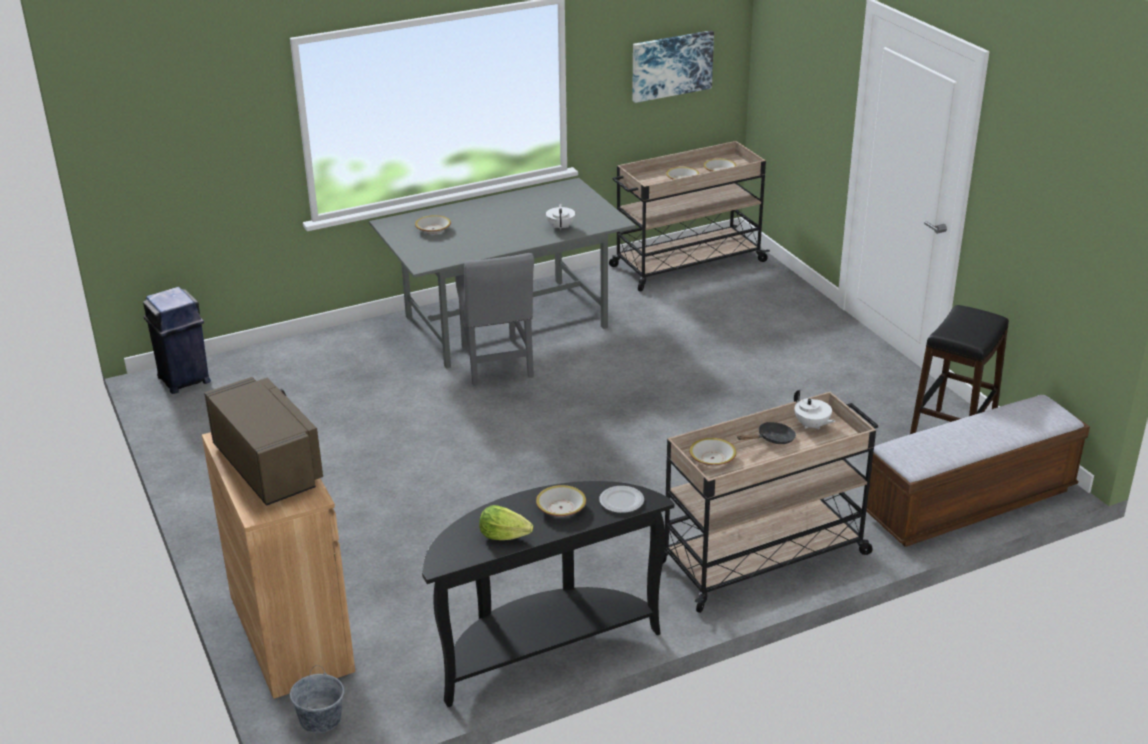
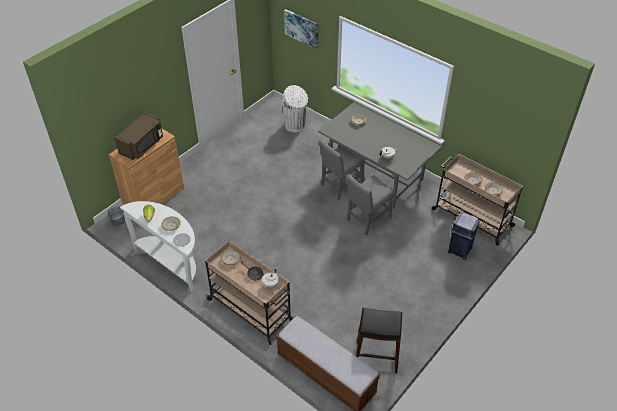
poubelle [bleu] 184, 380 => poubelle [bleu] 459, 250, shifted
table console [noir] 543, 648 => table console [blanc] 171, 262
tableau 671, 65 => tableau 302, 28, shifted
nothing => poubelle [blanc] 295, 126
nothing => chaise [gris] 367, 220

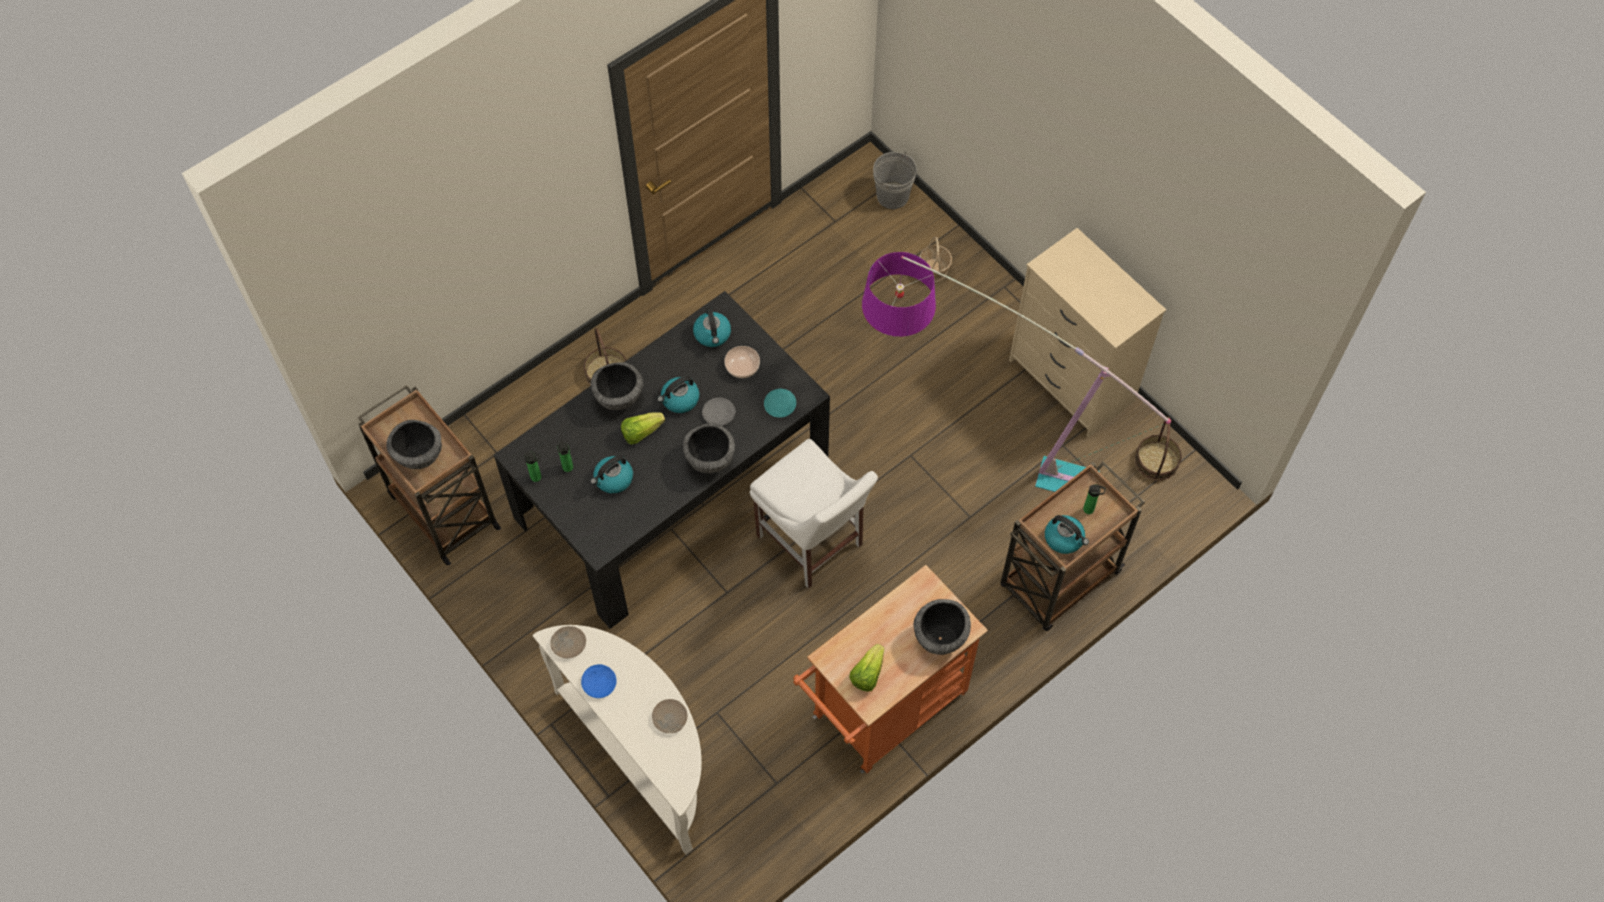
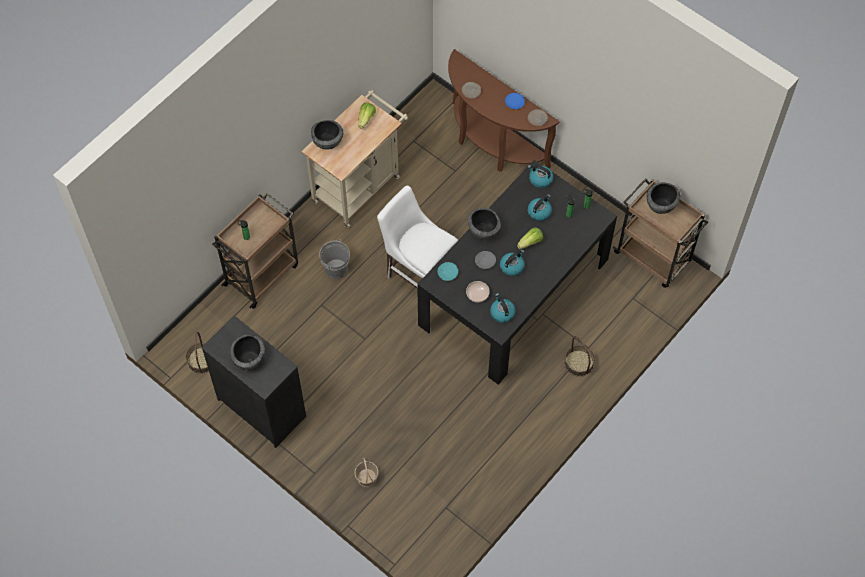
table console [blanc] 643, 753 => table console [marron] 491, 144
bol 619, 398 => bol 249, 360, shifted
chariot [orange] 882, 712 => chariot [beige] 359, 185
lampadaire 967, 451 => nothing
seau [gris] 892, 196 => seau [gris] 336, 269, shifted
commode [beige] 1070, 381 => commode [noir] 262, 407
bouilloire 1064, 538 => bouilloire 540, 179, shifted

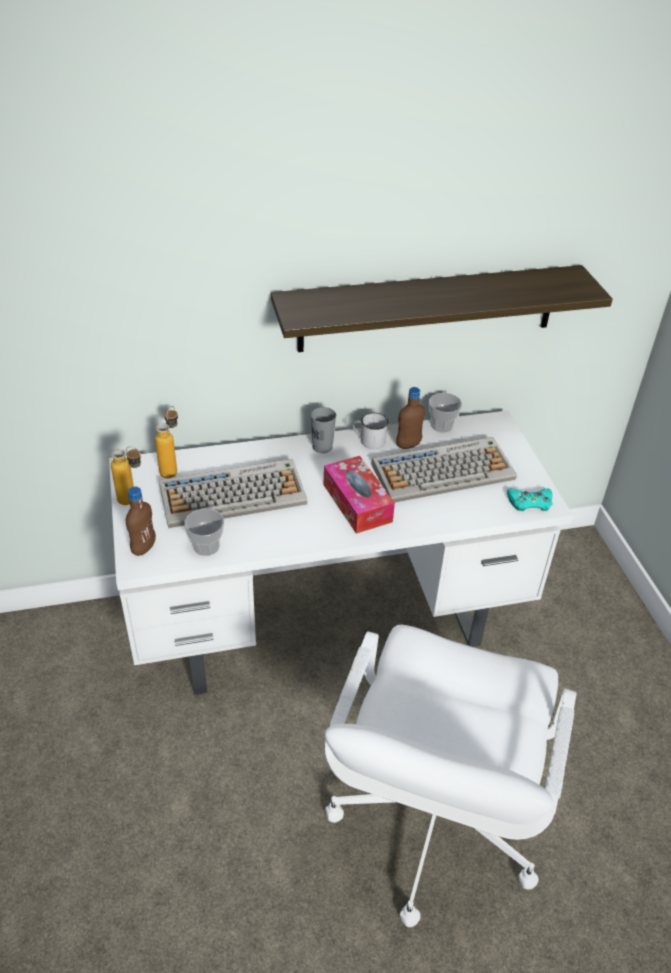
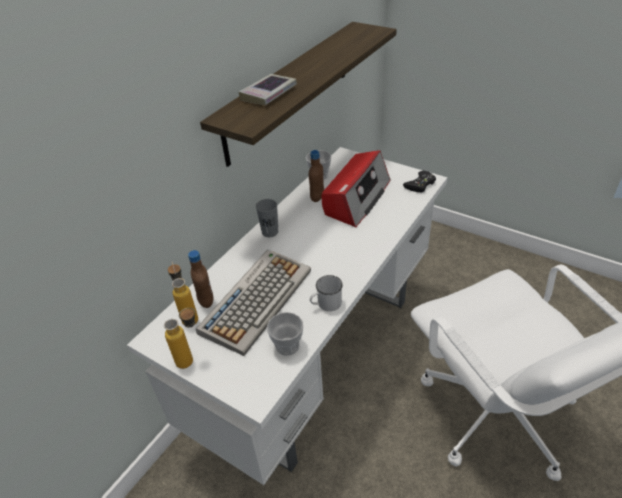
bouteille [marron] 143, 548 => bouteille [marron] 206, 301, shifted
boîte à mouchoirs 357, 503 => nothing
mug [blanc] 368, 440 => mug [blanc] 326, 304, shifted
clavier 444, 471 => radio 356, 198
manette [turquoise] 530, 502 => manette [noir] 420, 184
nothing => livre 268, 94

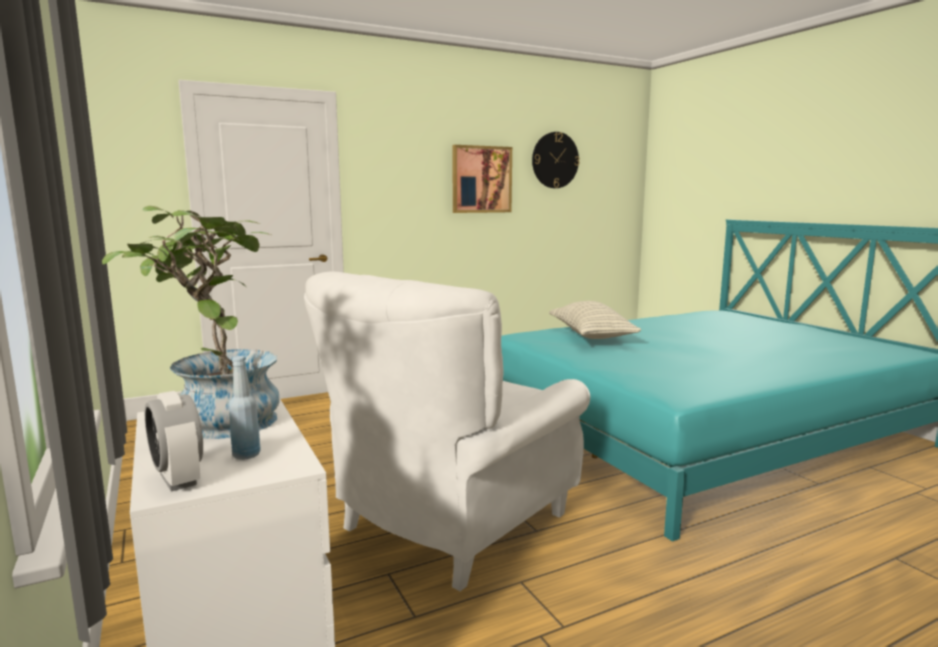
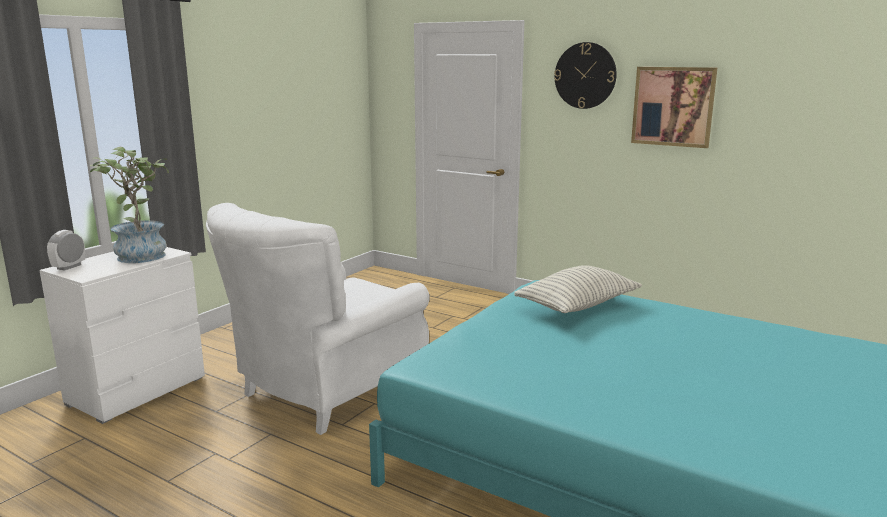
bouteille [bleu] 246, 455 => nothing
fauteuil [blanc] 448, 525 => fauteuil [blanc] 324, 392, 60 degrees counterclockwise
horloge murale 555, 160 => horloge murale 585, 75, shifted

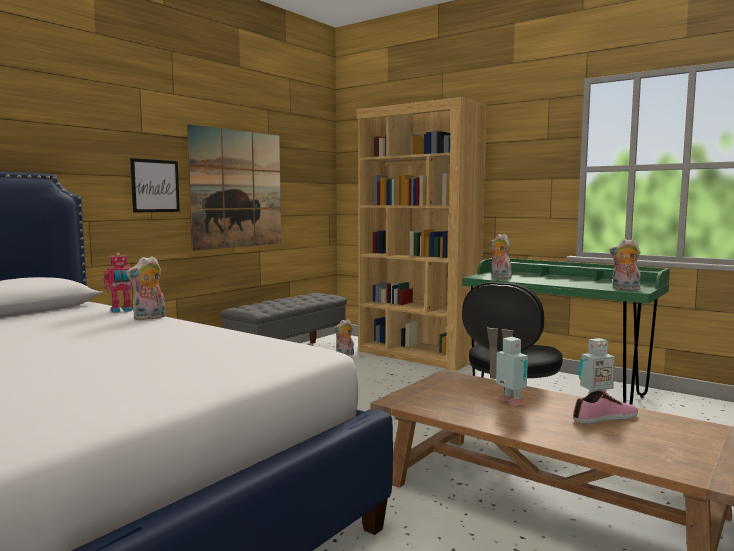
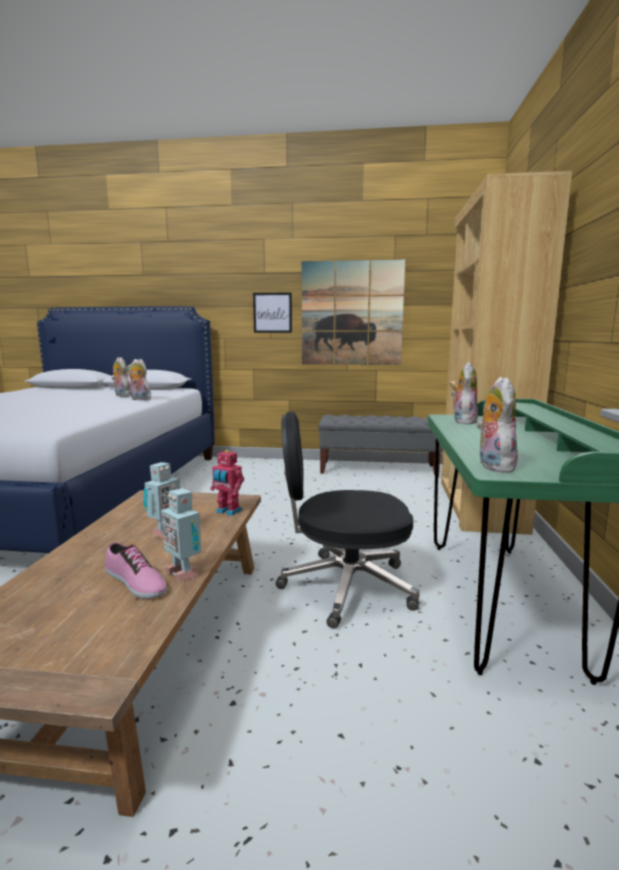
robot jouet 121, 311 => robot jouet 228, 511, shifted
peluche 344, 354 => peluche 121, 396, shifted

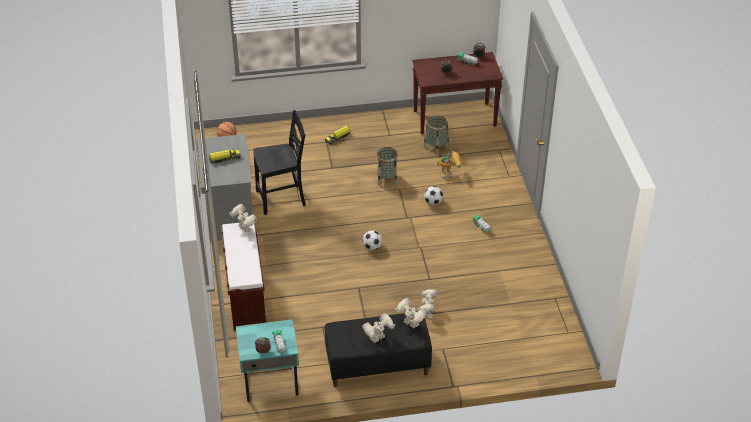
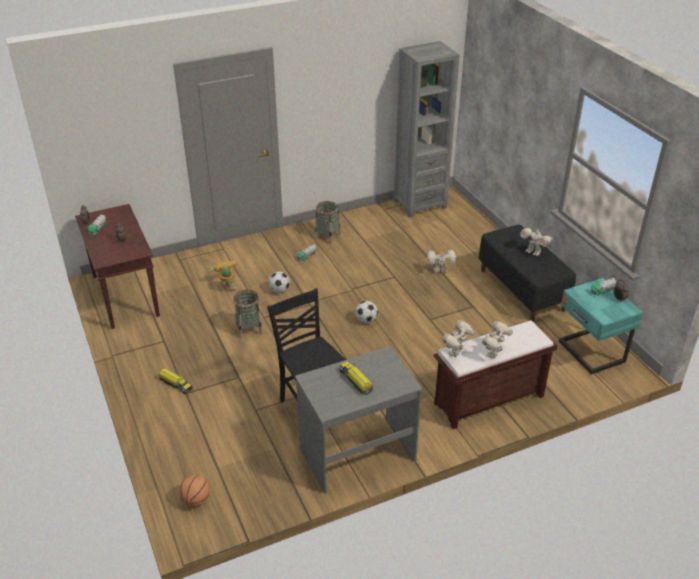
robot jouet 410, 324 => robot jouet 494, 353, shifted
panier 436, 147 => panier 327, 236, shifted
nothing => bibliothèque [gris] 419, 204

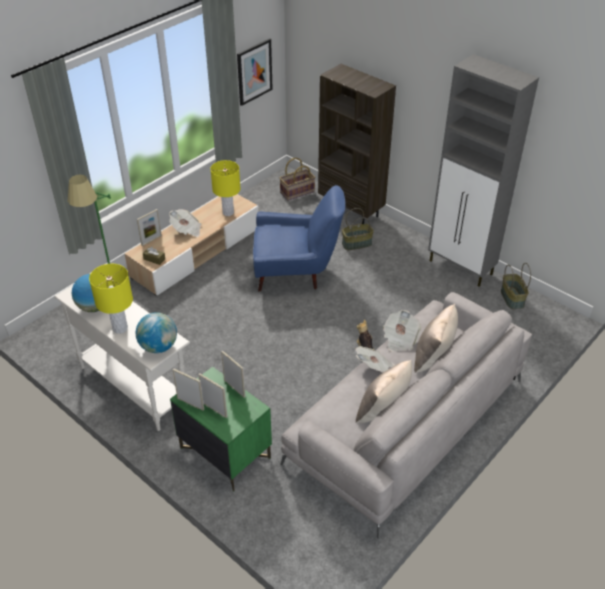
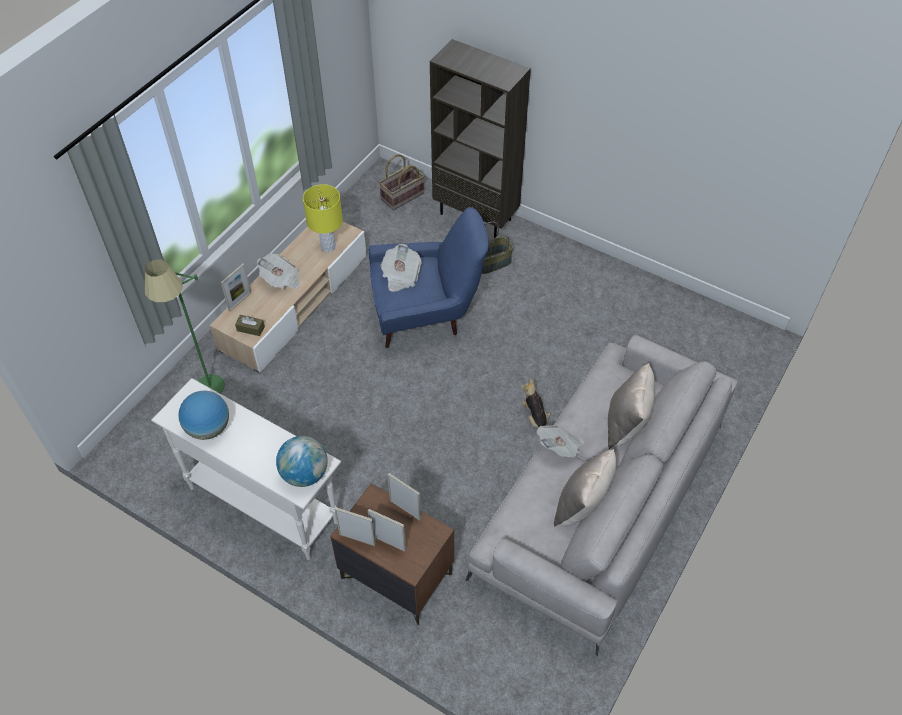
lampe de table [jaune] 120, 328 => nothing
table de chevet [vert] 224, 452 => table de chevet [marron] 396, 576
tableau 254, 71 => nothing
journal 399, 339 => journal 400, 276, shifted
meuble de rangement [gris] 461, 268 => nothing
panier 512, 298 => nothing

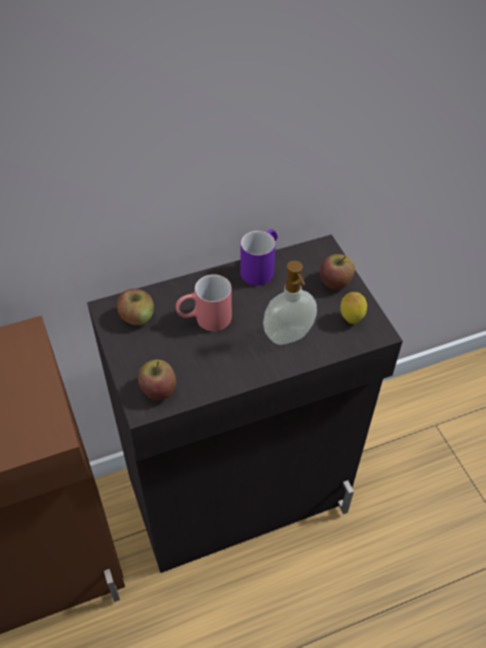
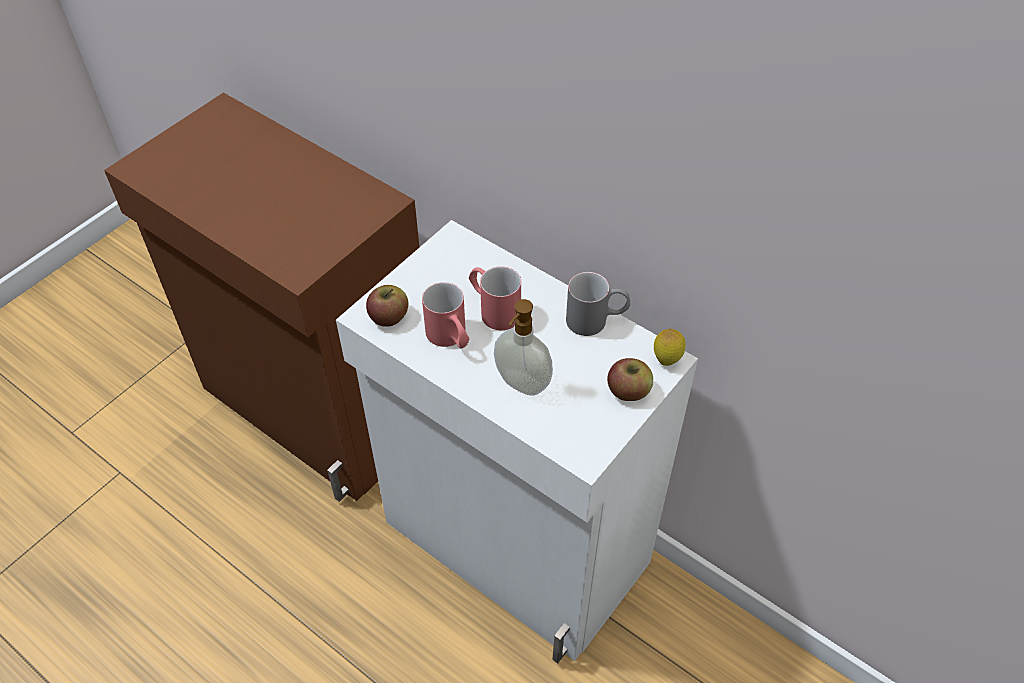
meuble de rangement [noir] 240, 492 => meuble de rangement [blanc] 515, 546
pomme 137, 317 => nothing
mug [violet] 261, 267 => mug [gris] 596, 320
citron 351, 319 => citron 666, 360, shifted
nothing => mug [rouge] 450, 339

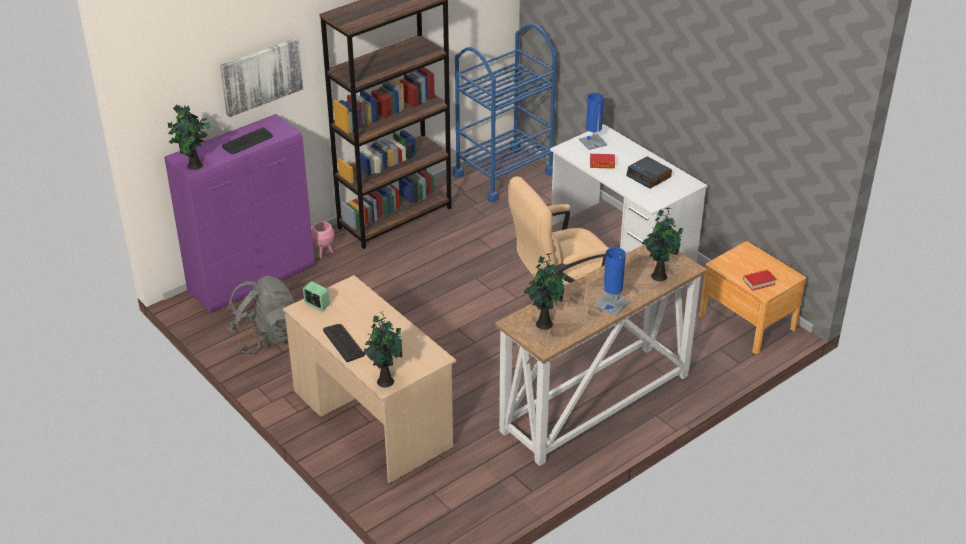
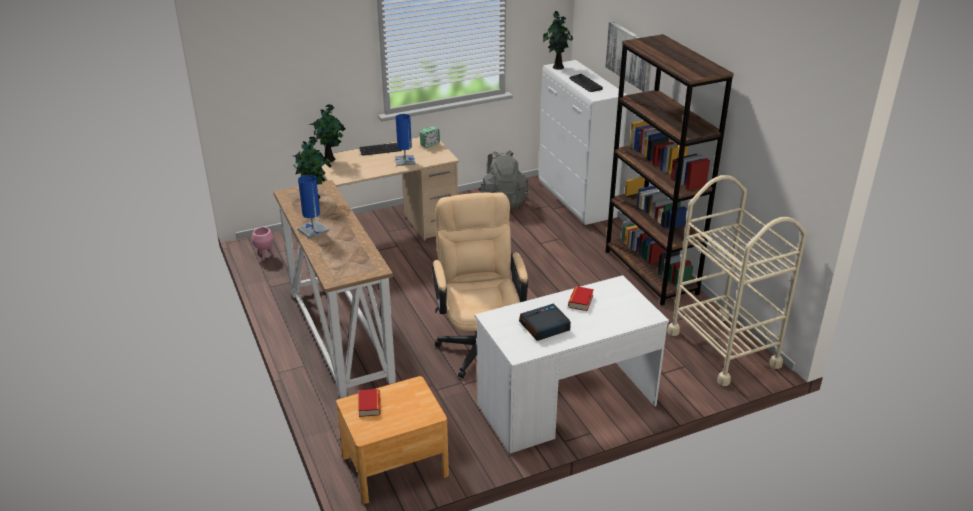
meuble de rangement [violet] 253, 280 => meuble de rangement [blanc] 577, 201
cache-pot [rose] 324, 253 => cache-pot [rose] 265, 256, shifted
chariot [bleu] 504, 174 => chariot [beige] 723, 348
lampe de table [bleu] 593, 142 => lampe de table [bleu] 405, 161, shifted
plante en pot 658, 275 => nothing

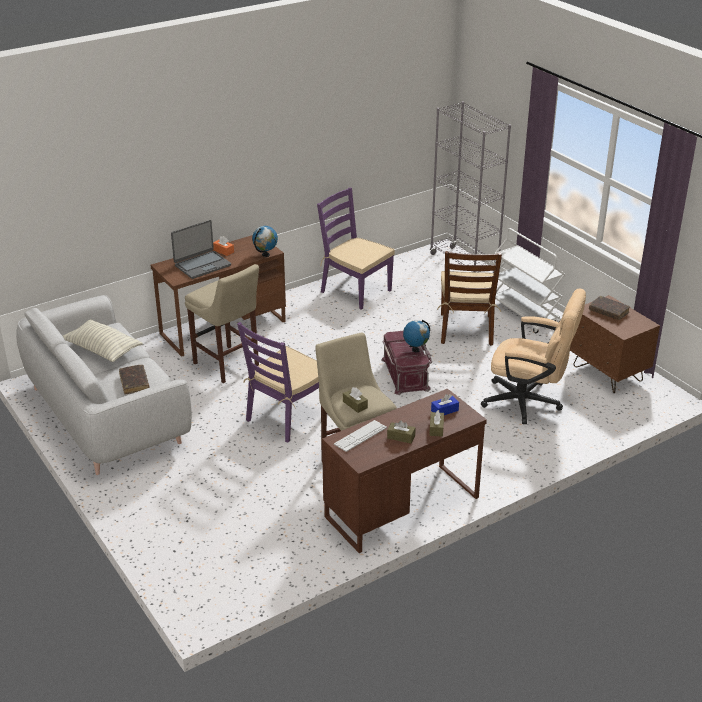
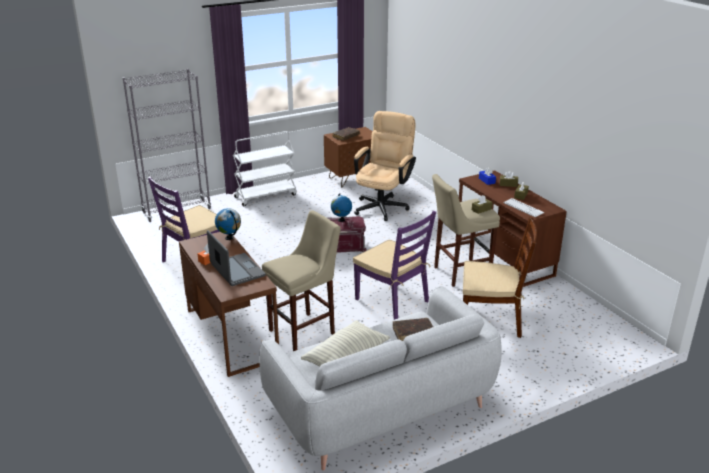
chaise [marron] 466, 329 => chaise [marron] 491, 320, shifted

